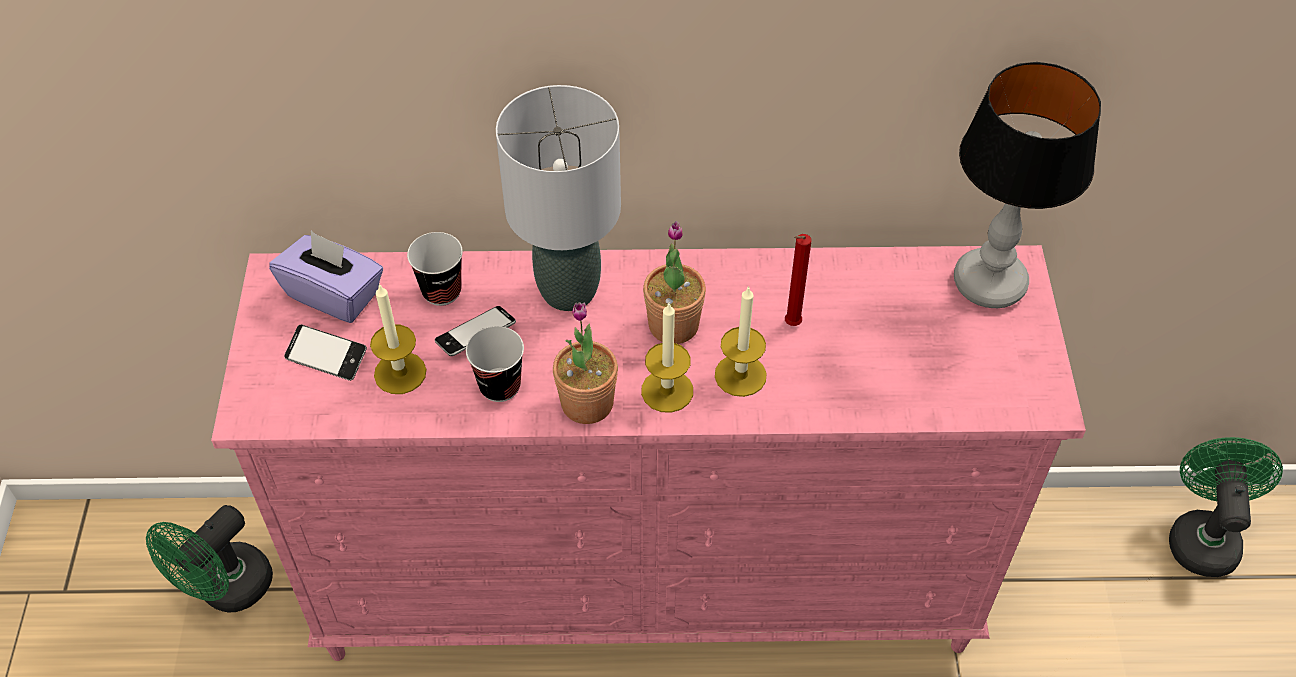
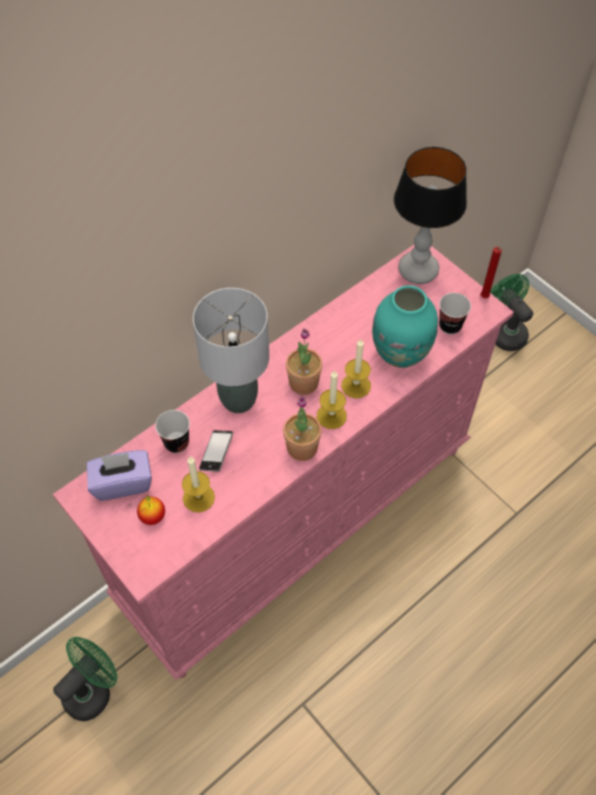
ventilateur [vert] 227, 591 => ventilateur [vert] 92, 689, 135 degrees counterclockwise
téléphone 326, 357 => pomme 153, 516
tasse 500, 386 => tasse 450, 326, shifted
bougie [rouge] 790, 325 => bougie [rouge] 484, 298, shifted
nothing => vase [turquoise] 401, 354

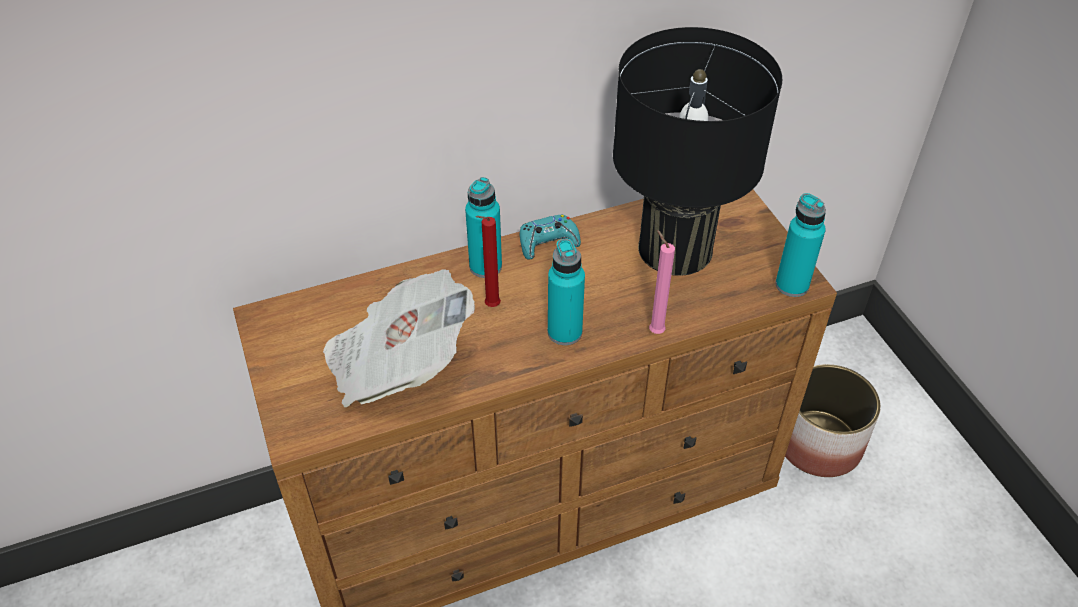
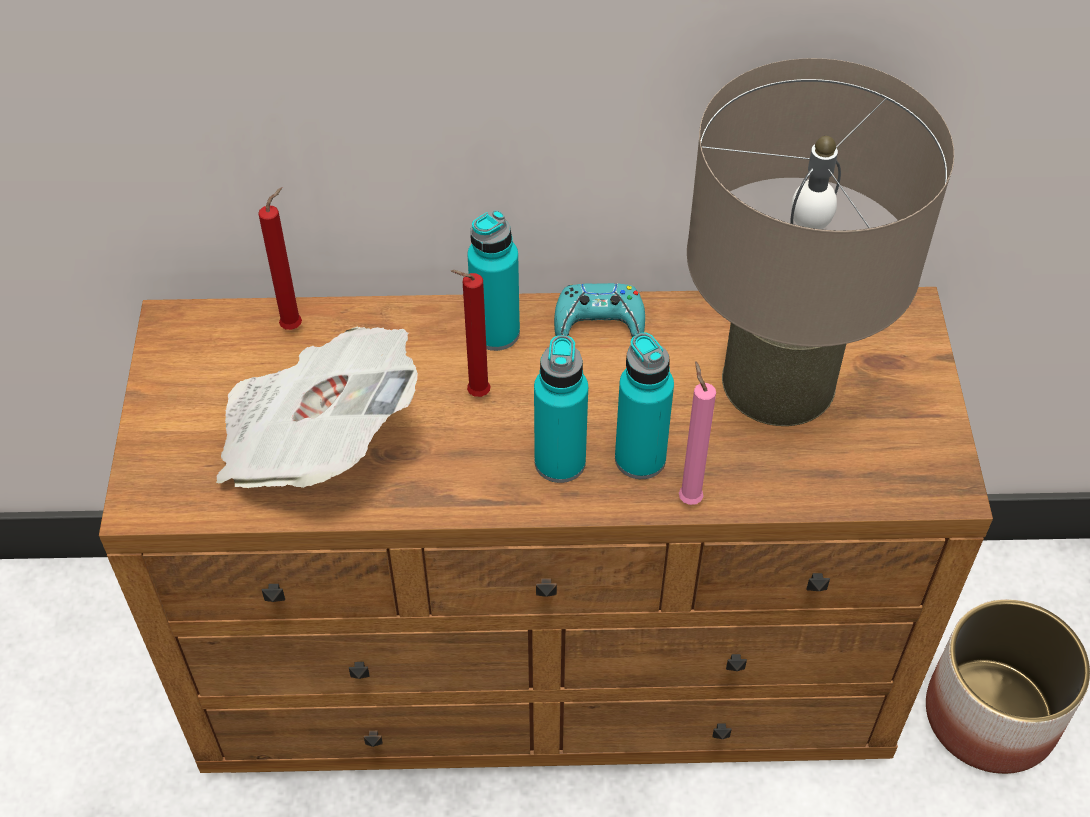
lampe de table [noir] 675, 249 => lampe de table [beige] 779, 381
bouteille [turquoise] 792, 285 => bouteille [turquoise] 640, 459, shifted
nothing => bougie [rouge] 295, 325

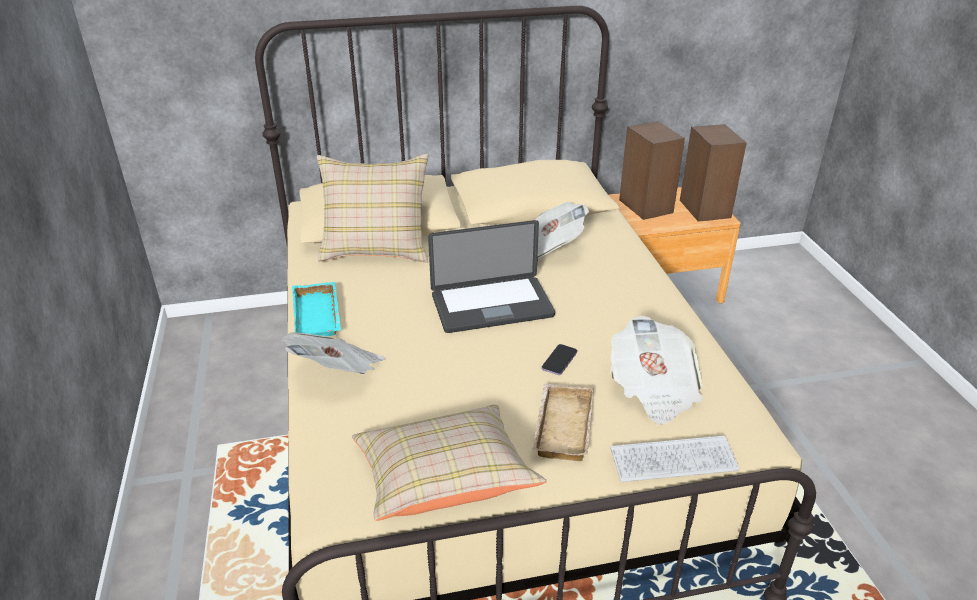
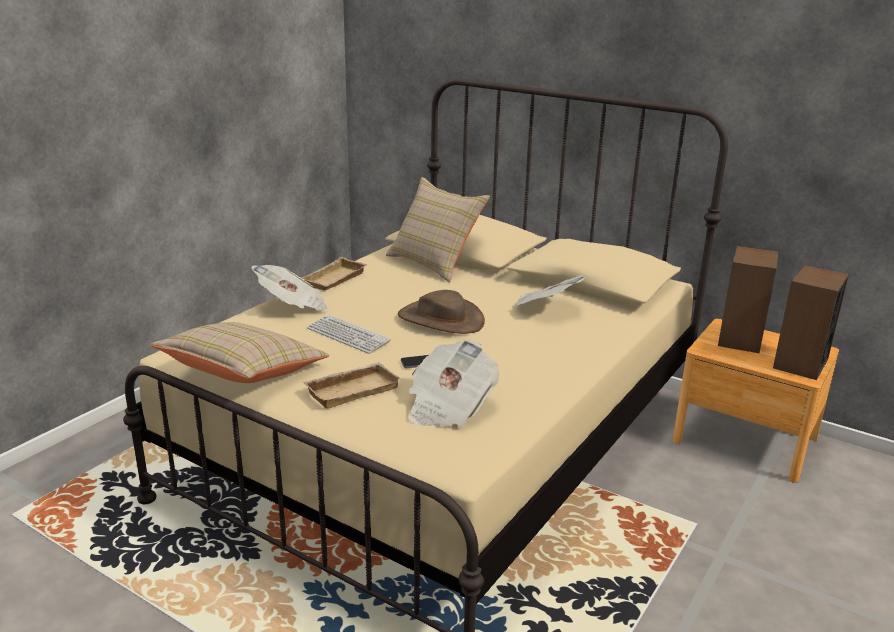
plateau [turquoise] 319, 317 => plateau [beige] 335, 280
ordinateur portable 492, 306 => chapeau [marron] 441, 319
clavier 673, 460 => clavier 348, 335, shifted

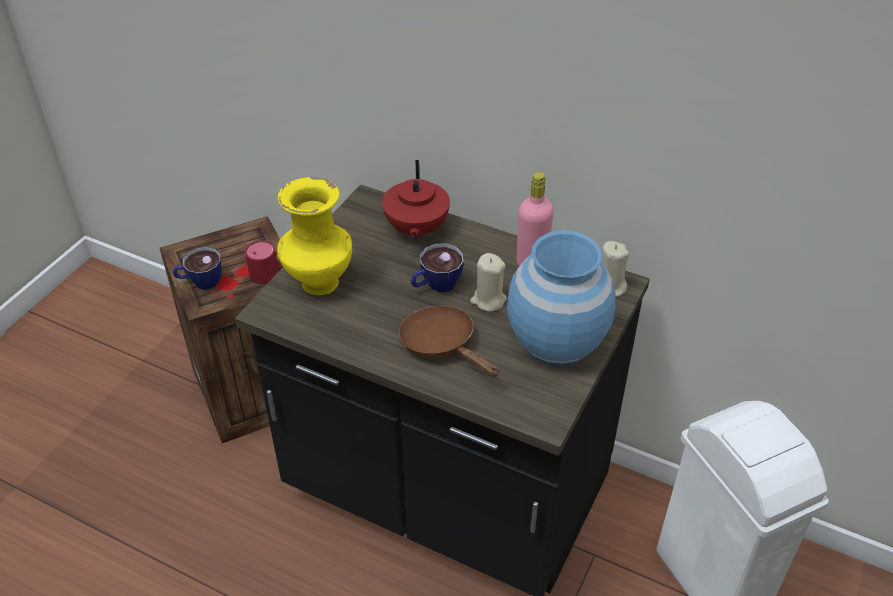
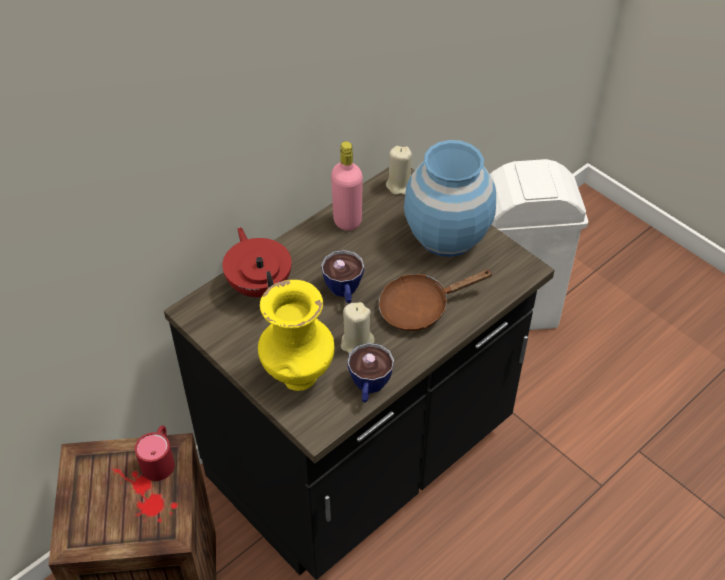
tasse 200, 282 => tasse 369, 388, shifted
théière [rouge] 415, 229 => théière [rouge] 260, 285, 135 degrees counterclockwise
bougie [beige] 488, 300 => bougie [beige] 356, 343, shifted

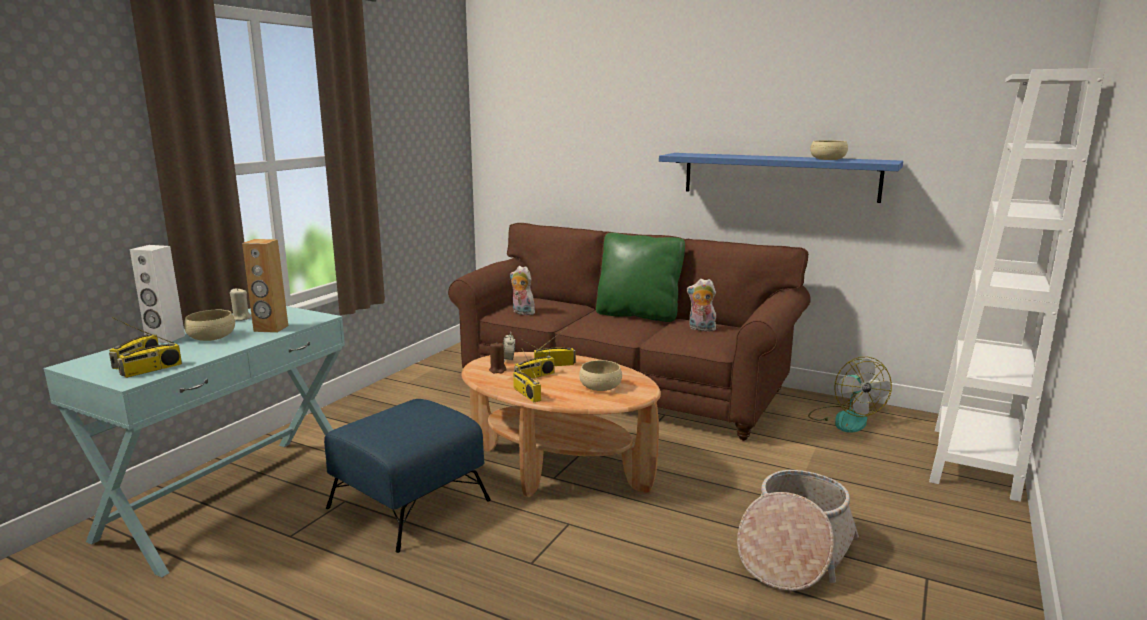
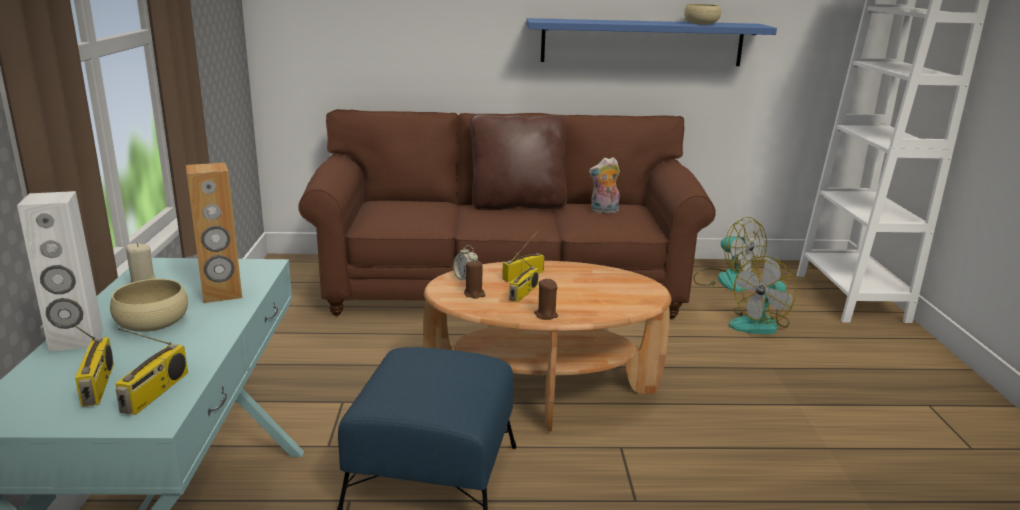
peluche 521, 313 => nothing
radio 525, 394 => bougie [marron] 546, 315
bol [beige] 600, 387 => nothing
coussin [vert] 638, 315 => coussin [marron] 517, 205
panier 793, 552 => nothing
nothing => ventilateur 760, 324

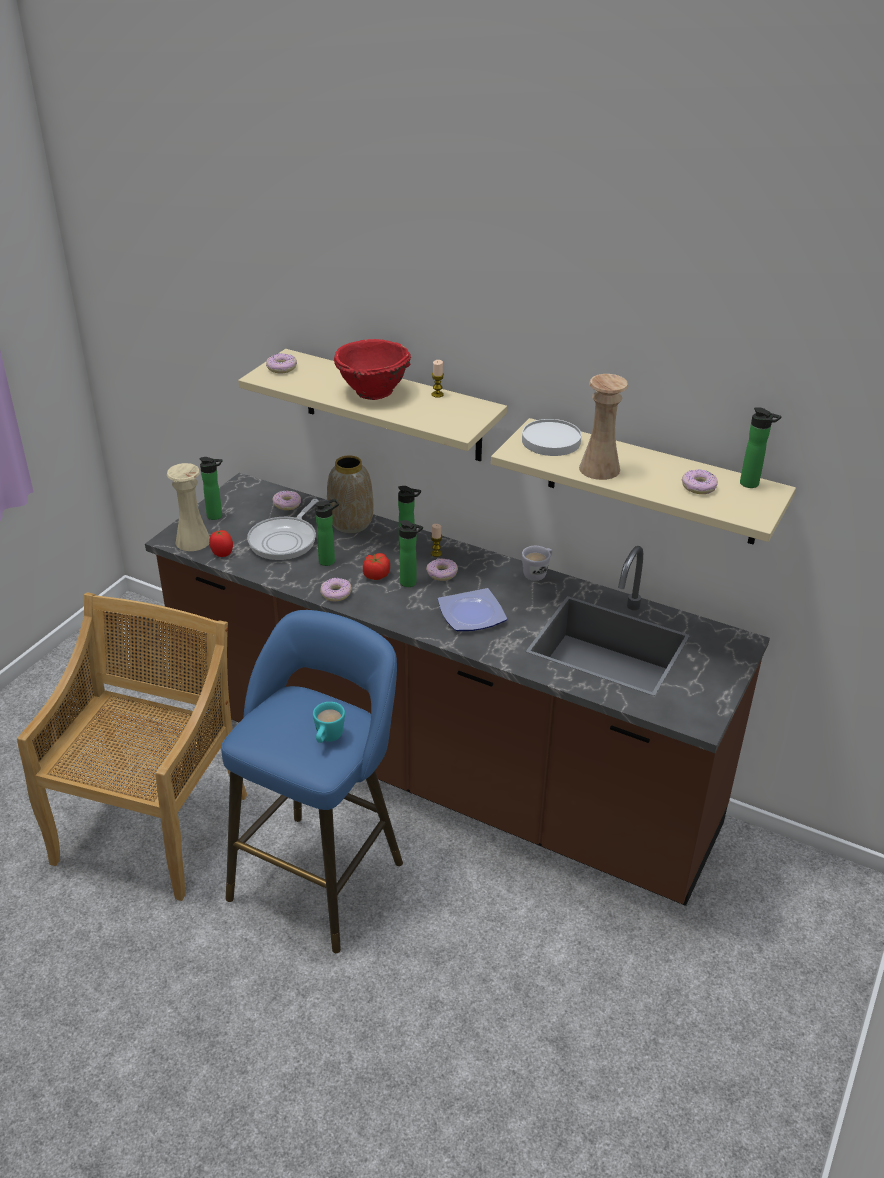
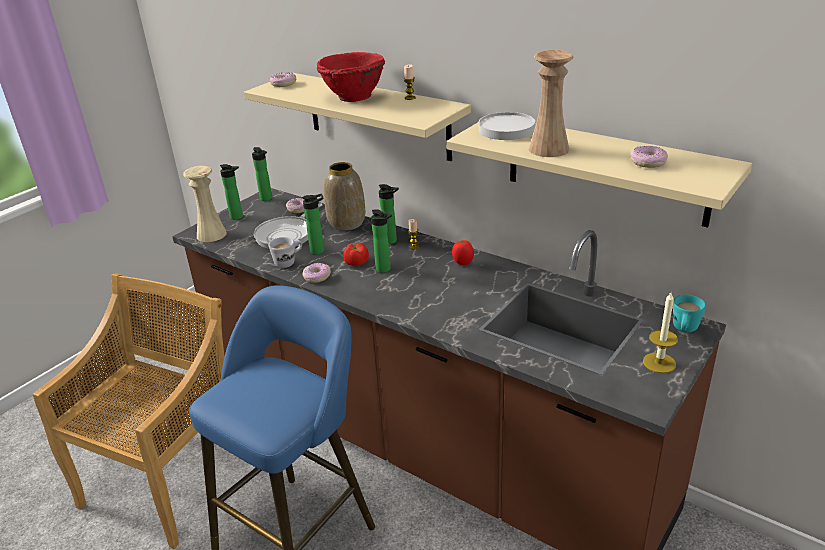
tomate 222, 554 => tomate 462, 262, shifted
mug [turquoise] 327, 738 => mug [turquoise] 684, 330, shifted
beignet 442, 574 => nothing
assiette 472, 613 => nothing
mug [blanc] 537, 573 => mug [blanc] 289, 262, shifted
bouteille 752, 484 => bouteille 267, 199, shifted
nothing => bougie 659, 363

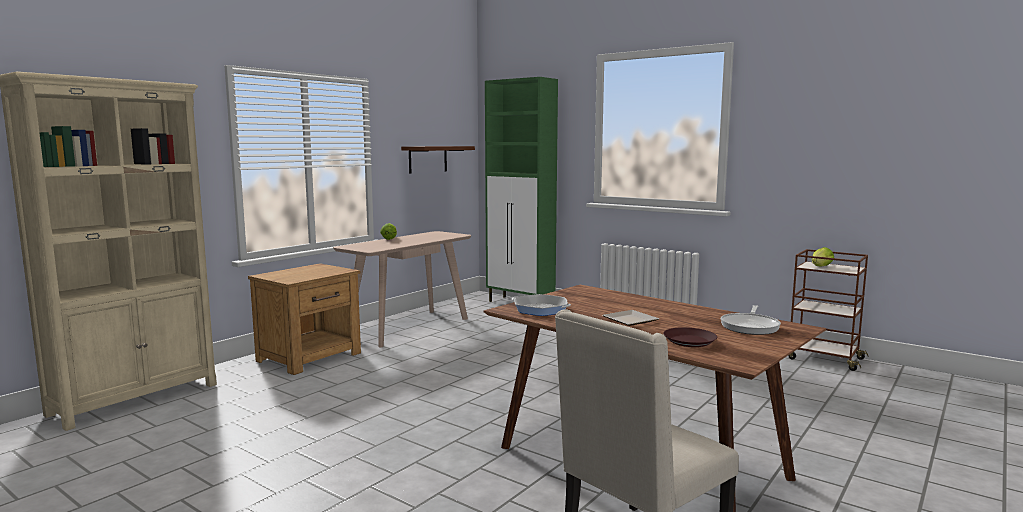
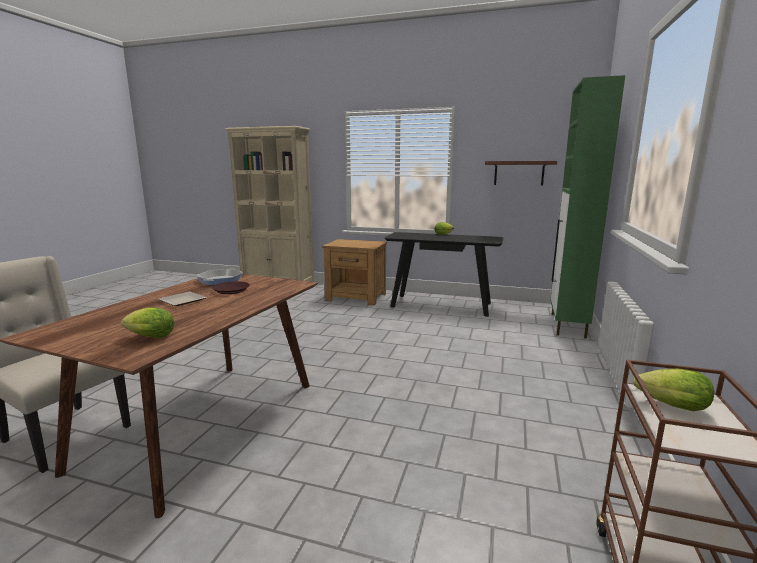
table console [beige] 408, 327 => table console [noir] 441, 305
assiette [marron] 689, 341 => assiette [marron] 231, 290, shifted
poêle 750, 326 => laitue 148, 337

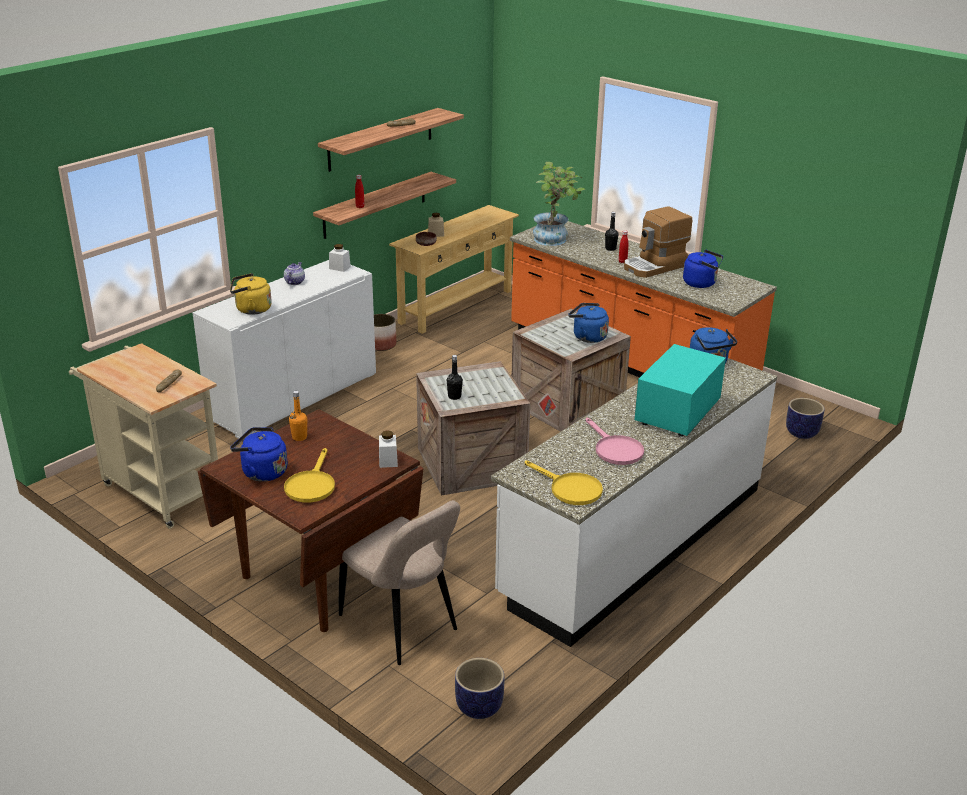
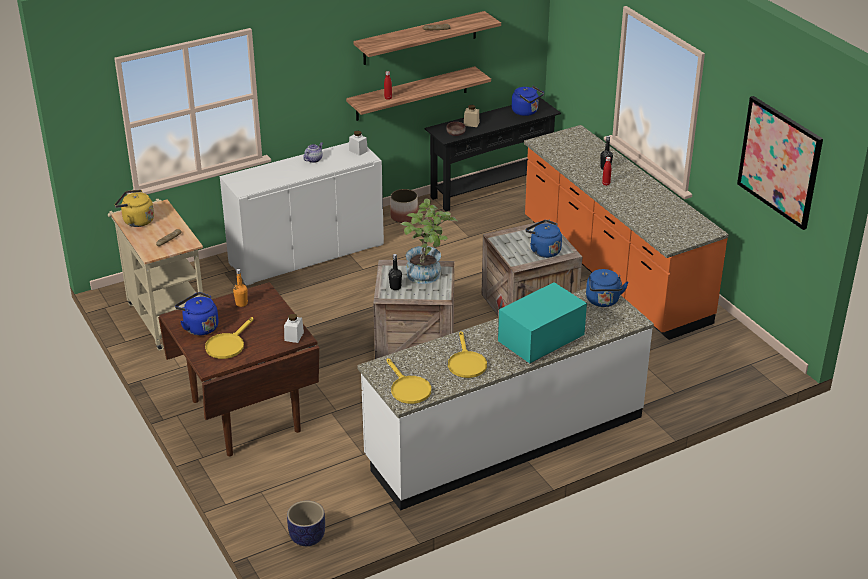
bouilloire [jaune] 251, 309 => bouilloire [jaune] 136, 221, shifted
chaise [beige] 402, 626 => nothing
table console [beige] 455, 306 => table console [noir] 491, 188
plante en pot 555, 240 => plante en pot 427, 276, shifted
poêle [rose] 615, 449 => poêle [jaune] 466, 363
machine à café 655, 266 => nothing
bouilloire [bleu] 701, 283 => bouilloire [bleu] 526, 112, shifted
cache-pot 802, 433 => nothing
nothing => tableau 779, 162

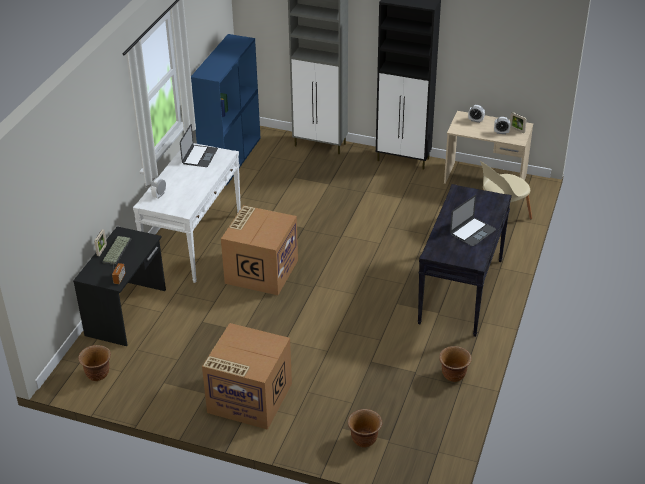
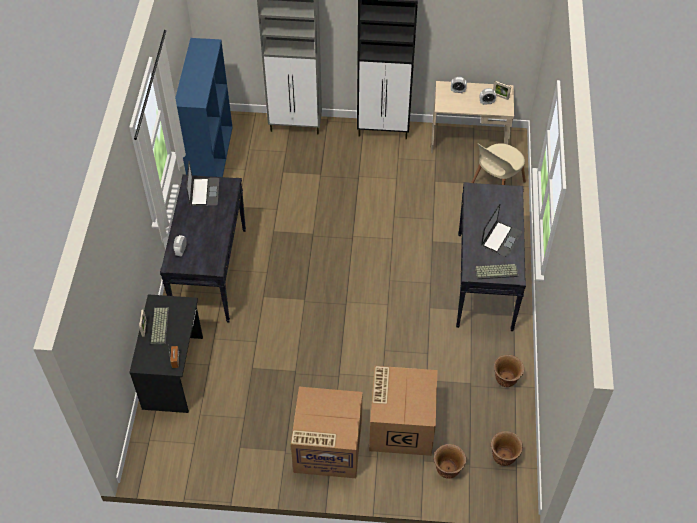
cache-pot [marron] 98, 374 => cache-pot [marron] 503, 457, shifted
table console [blanc] 194, 242 => table console [noir] 210, 272
carton 261, 271 => carton 400, 424, shifted
nothing => clavier 496, 271

